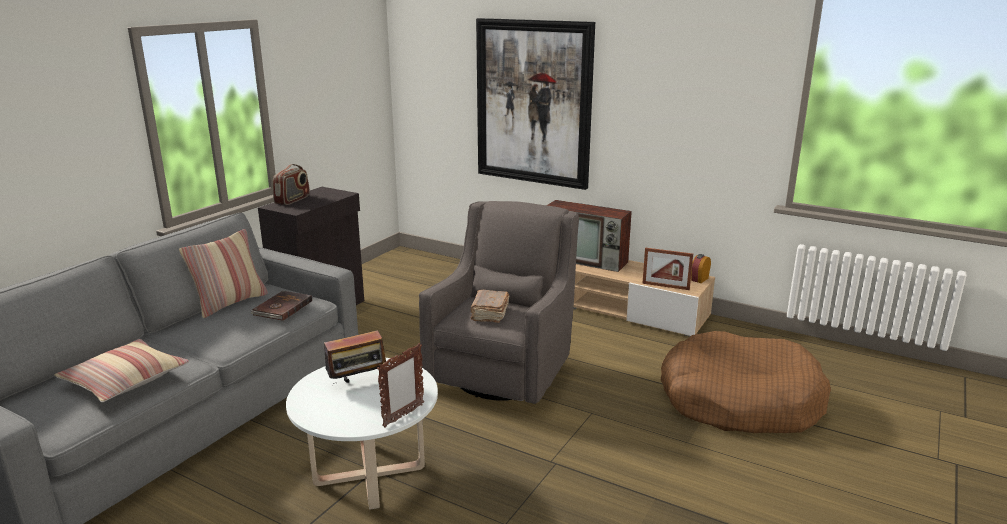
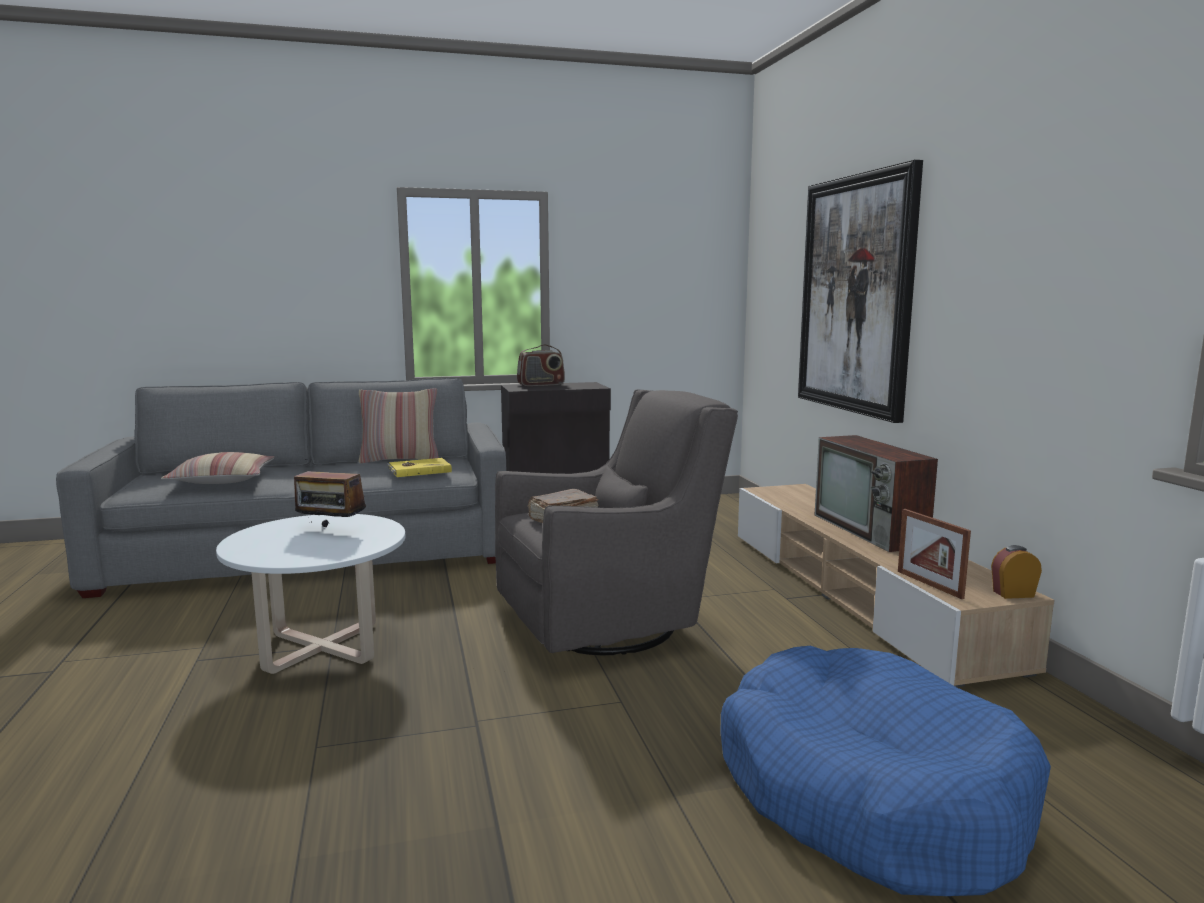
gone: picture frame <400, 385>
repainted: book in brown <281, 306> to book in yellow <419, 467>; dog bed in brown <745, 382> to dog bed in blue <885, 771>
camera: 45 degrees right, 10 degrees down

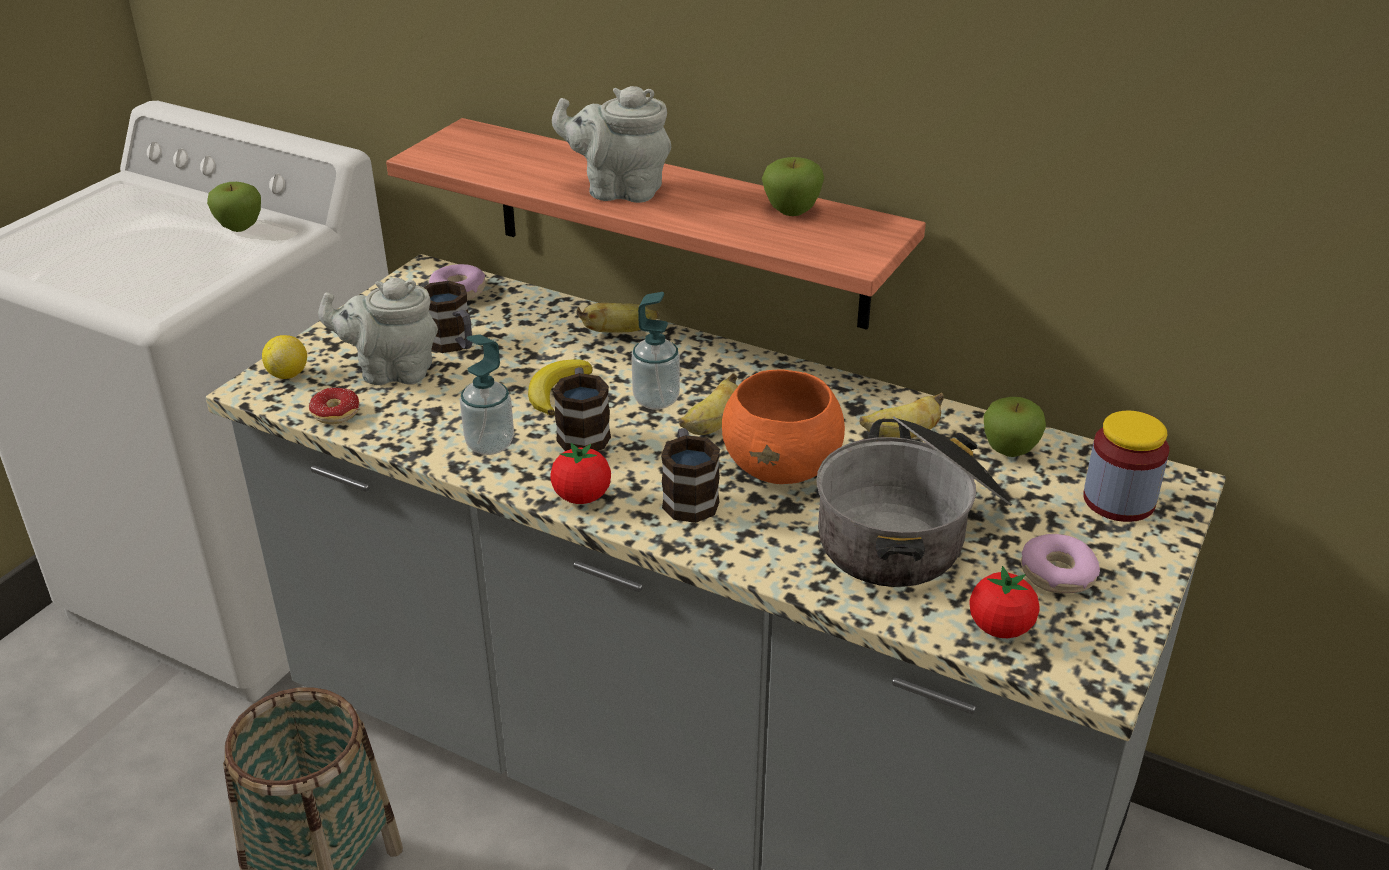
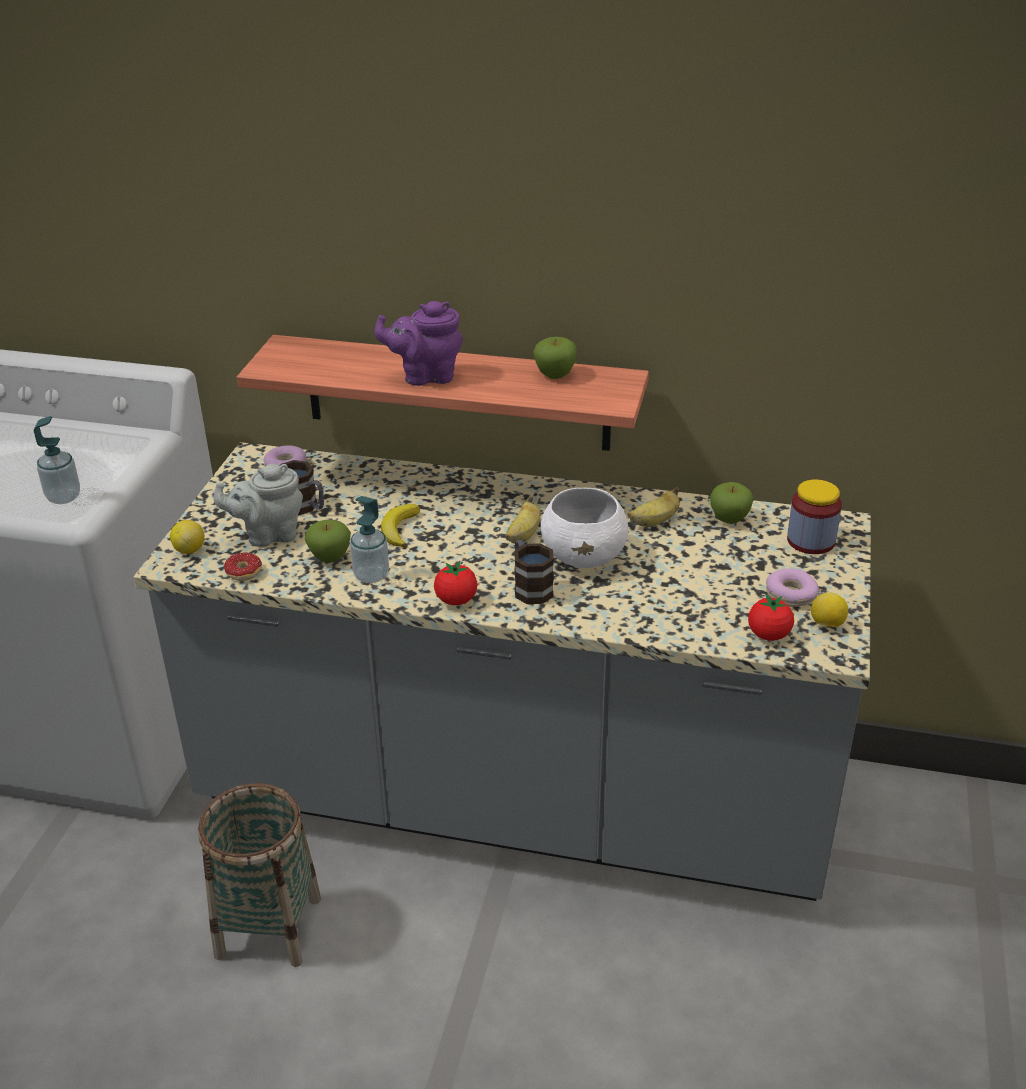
gone: mug <582, 409>; banana <617, 318>; cooking pot <914, 502>
new: lemon <829, 610>
shifted: apple <234, 207> to <328, 541>; soap dispenser <656, 351> to <57, 460>
repainted: teapot in grey <611, 144> to teapot in purple <418, 343>; bowl in orange <783, 427> to bowl in white <584, 528>
camera: 15 degrees left, 0 degrees up

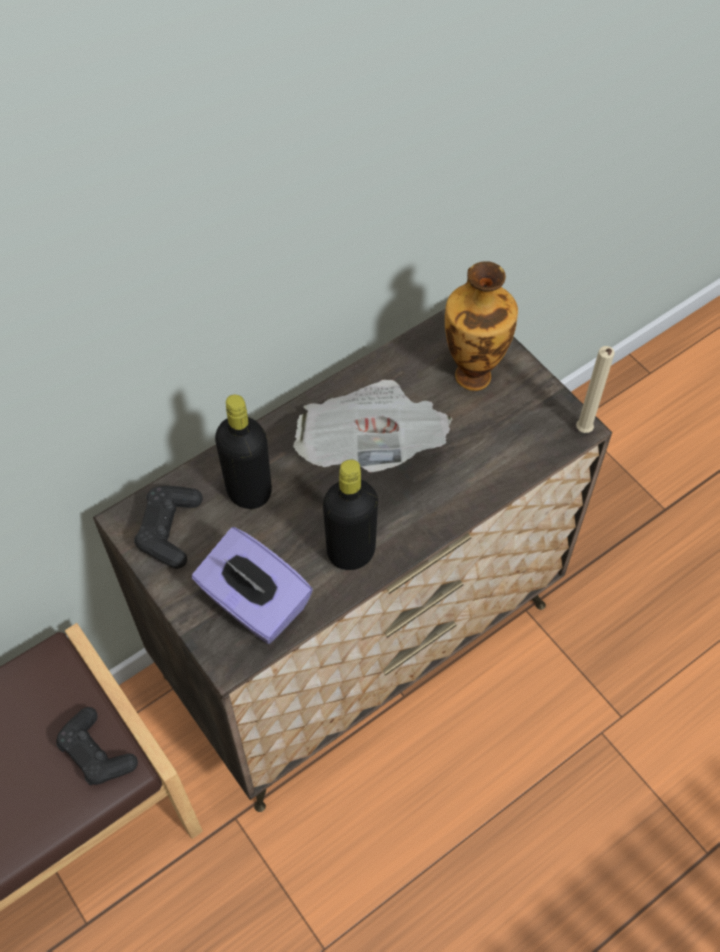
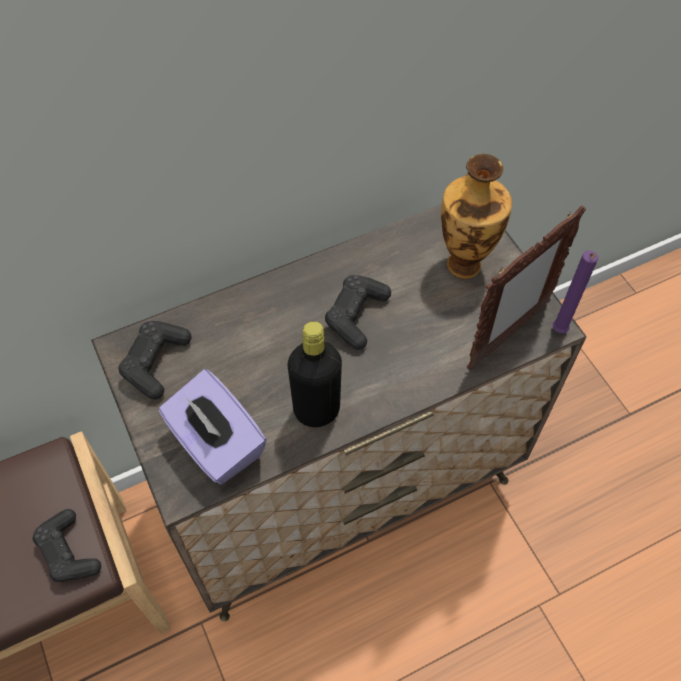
gone: bottle in black <243, 452>
new: picture frame <526, 287>
swapped: newspaper <373, 426> to game controller in black <358, 312>
repainted: candle in beige <595, 389> to candle in purple <575, 291>
camera: 10 degrees right, 0 degrees up

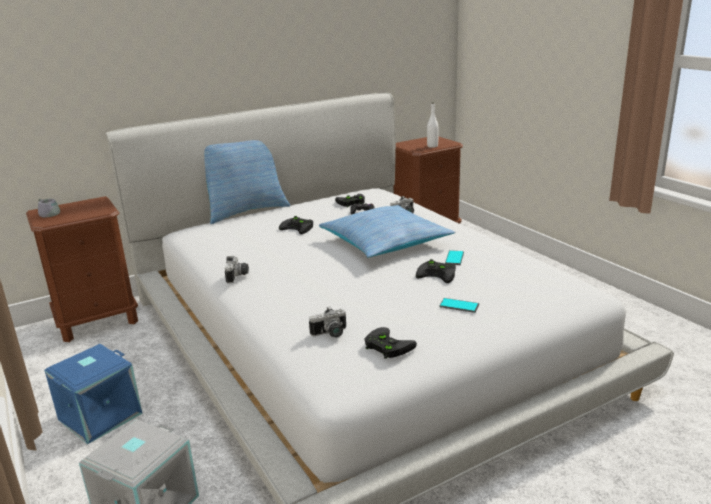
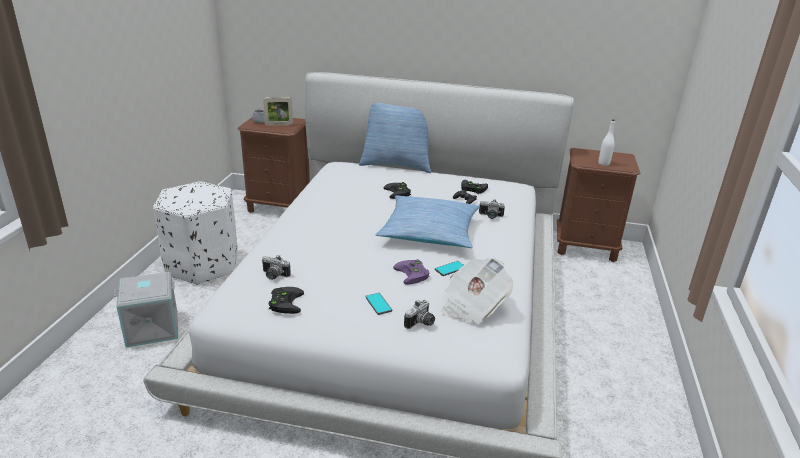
new: picture frame <278, 111>; newspaper <477, 290>
shifted: photo camera <237, 270> to <419, 314>
swapped: storage box in blue <93, 394> to ottoman in white <195, 233>
repainted: game controller in black <436, 271> to game controller in purple <411, 272>
camera: 40 degrees right, 5 degrees up

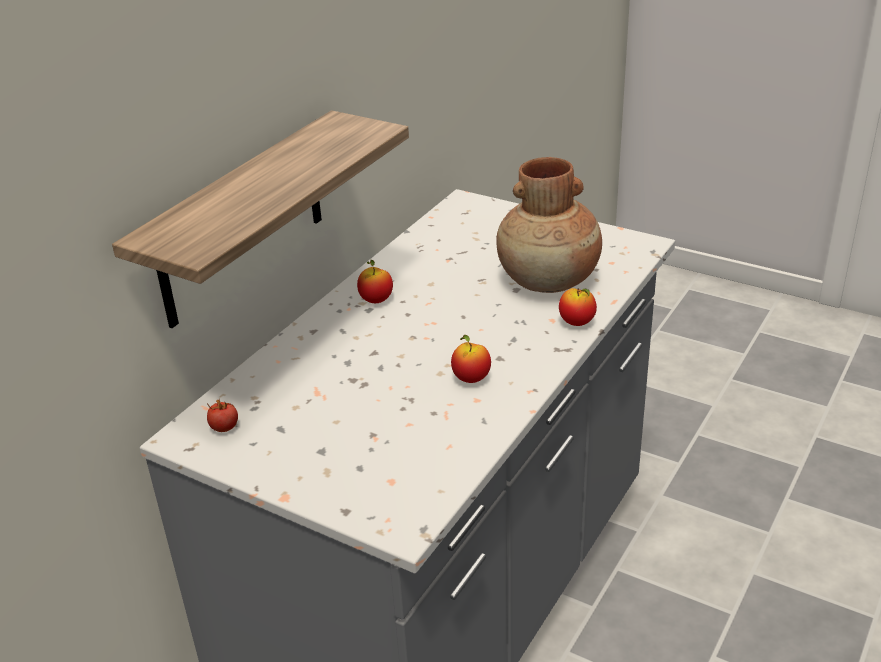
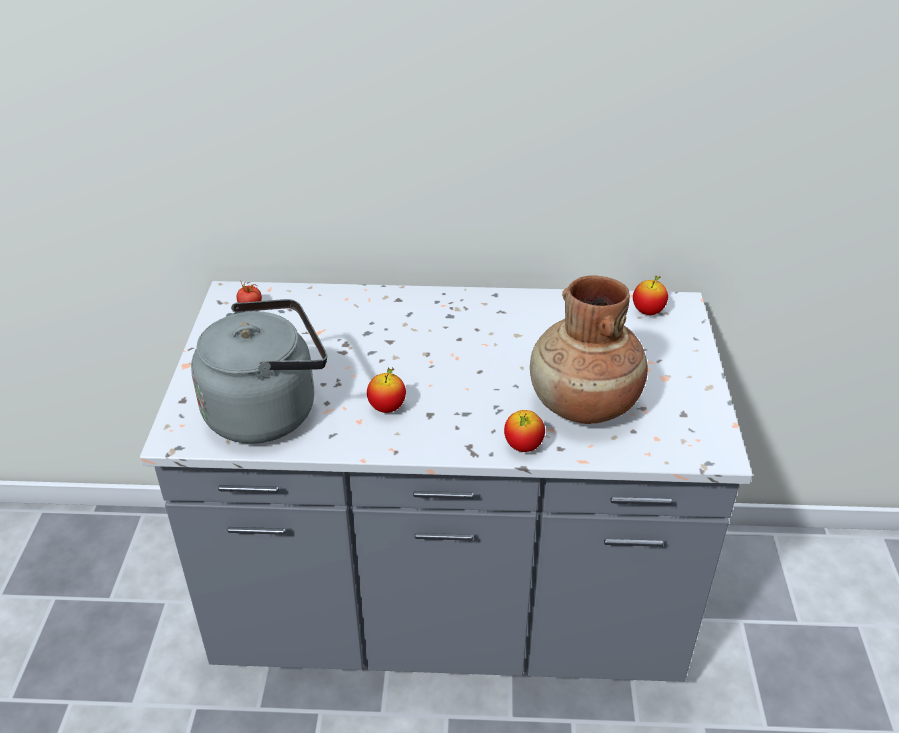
gone: shelf <260, 219>
new: kettle in grey <259, 371>
shifted: apple <375, 281> to <650, 295>
camera: 60 degrees right, 5 degrees up

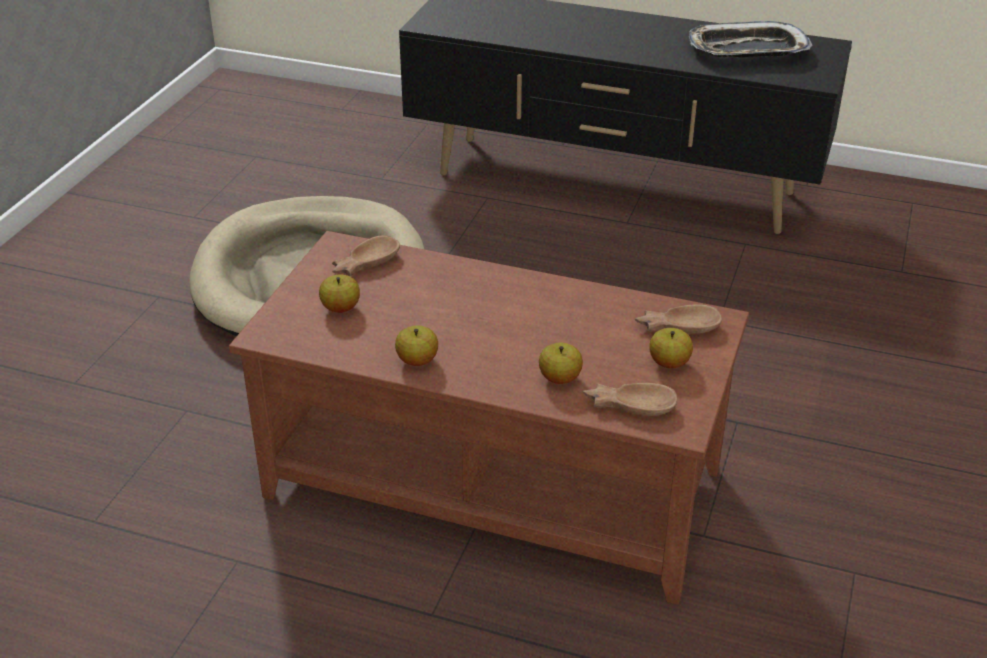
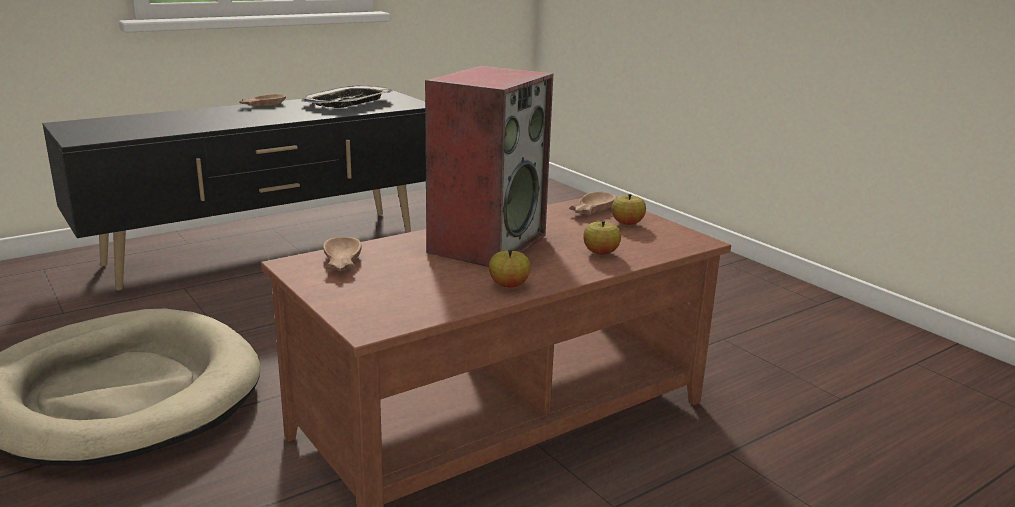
gone: apple <339, 294>
new: speaker <489, 166>
shifted: bowl in brown <630, 399> to <262, 100>
camera: 55 degrees left, 15 degrees down

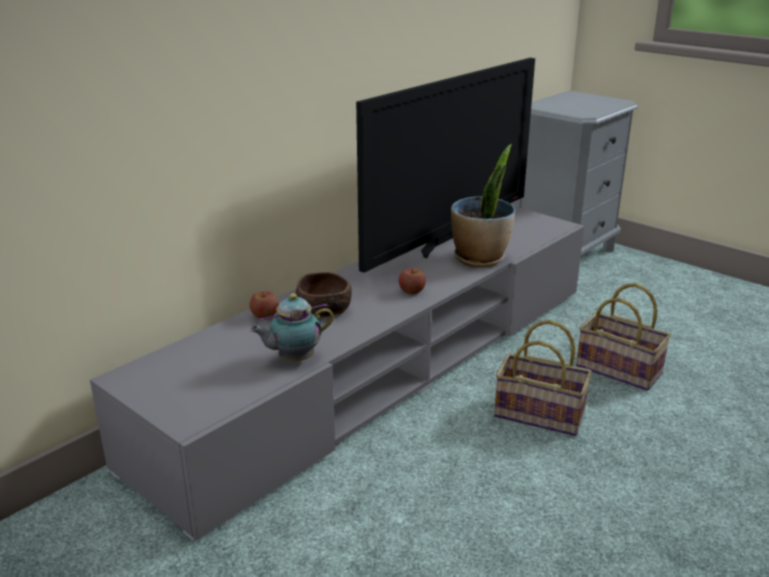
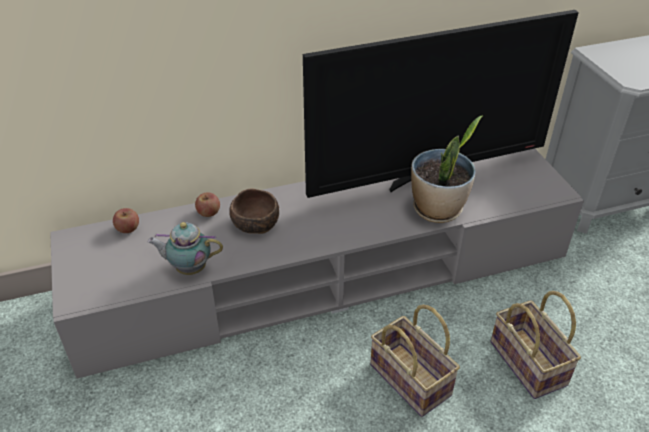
shifted: apple <412, 281> to <126, 220>
camera: 30 degrees right, 15 degrees up

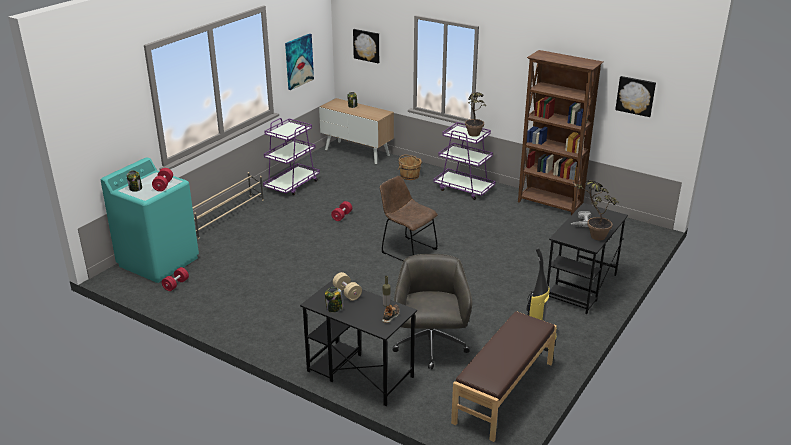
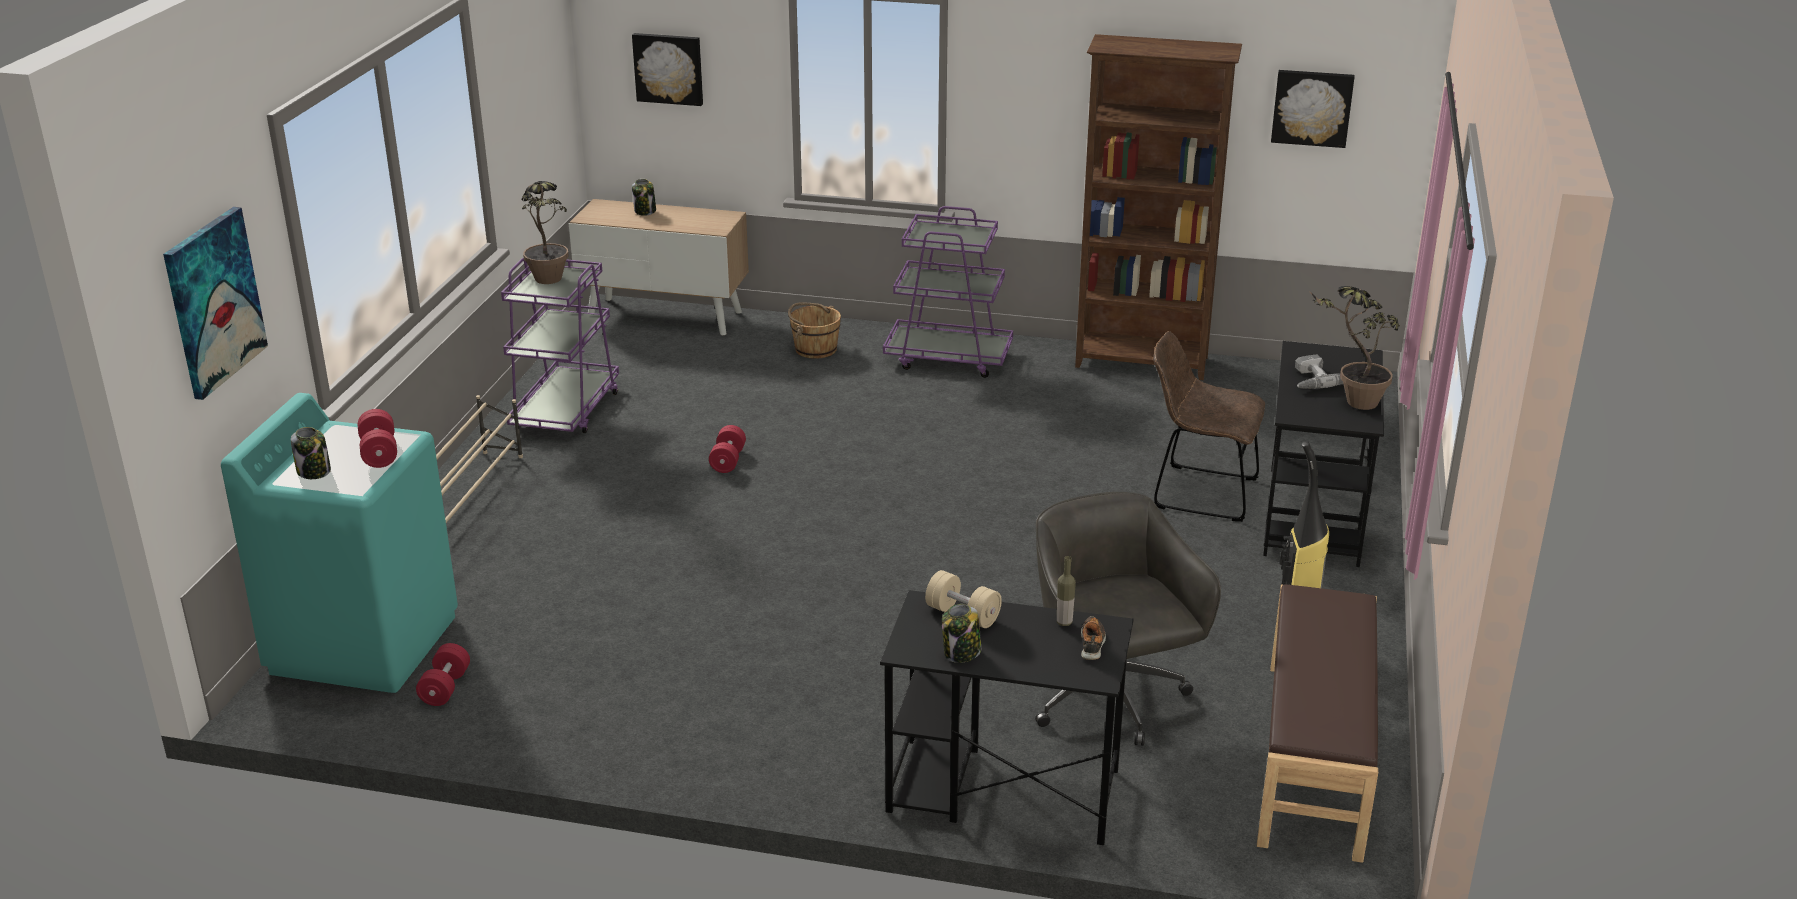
shifted: picture <299, 62> to <215, 303>; chair in brown <409, 218> to <1209, 426>; potted plant <475, 114> to <545, 232>
camera: 20 degrees left, 0 degrees up

